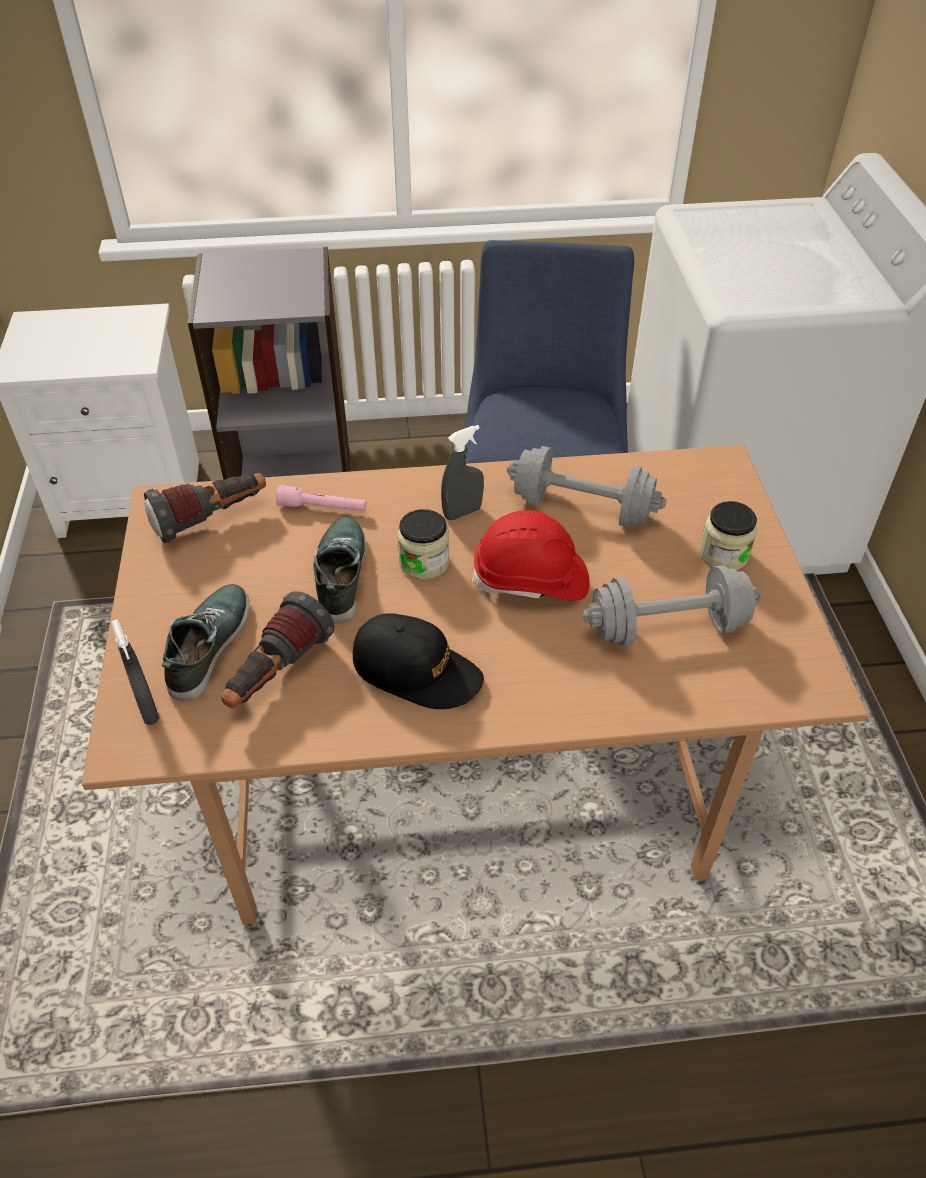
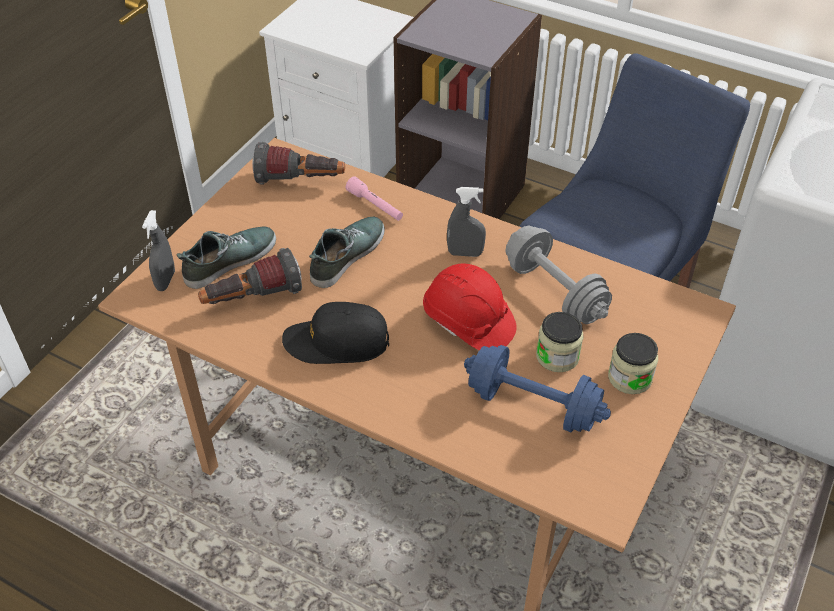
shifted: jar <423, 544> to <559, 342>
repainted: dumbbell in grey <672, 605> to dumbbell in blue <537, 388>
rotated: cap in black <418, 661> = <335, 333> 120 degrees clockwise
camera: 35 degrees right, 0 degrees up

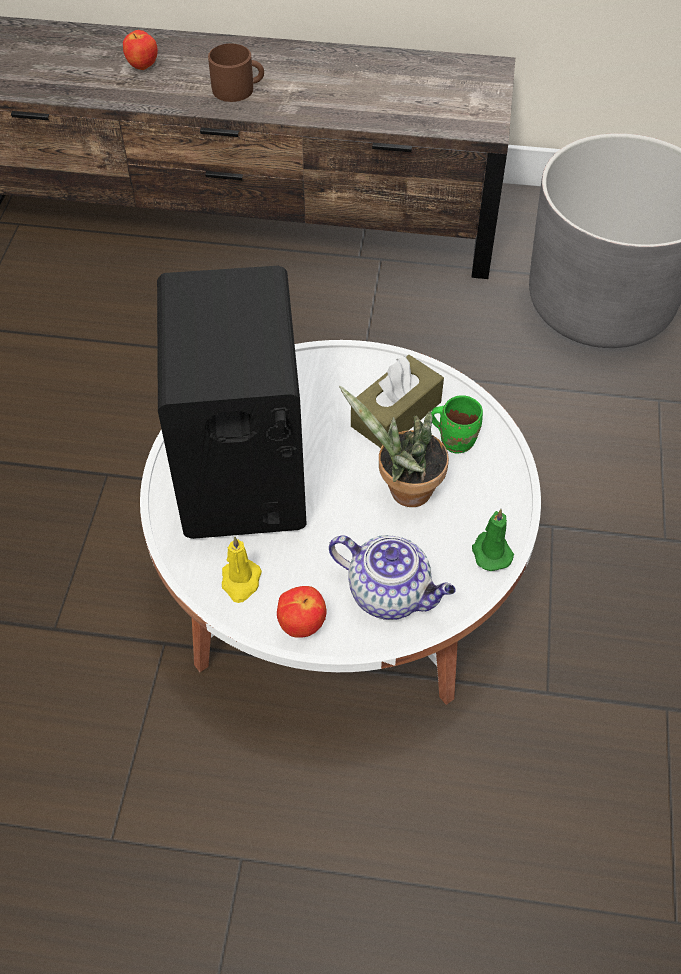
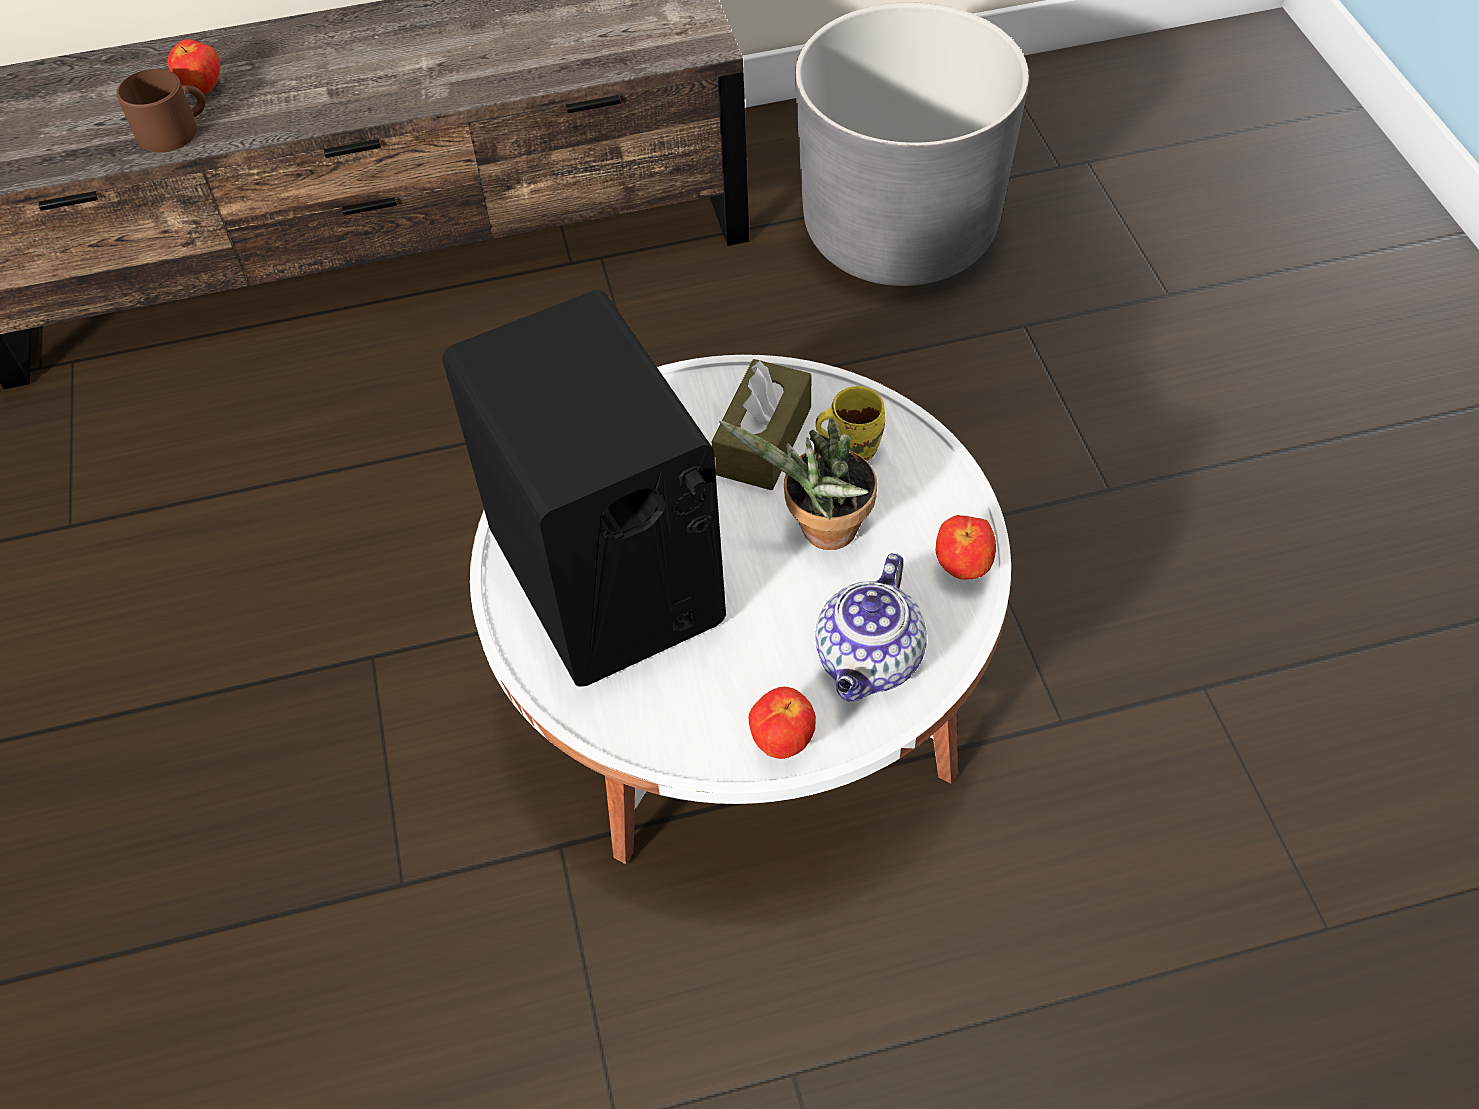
gone: candle in yellow <242, 570>
shifted: mug in brown <236, 73> to <161, 111>
swapped: candle in green <493, 540> to apple <965, 547>
repainted: mug in green <457, 424> to mug in yellow <850, 423>
rotated: teapot <392, 577> = <871, 627> 105 degrees clockwise
camera: 20 degrees left, 0 degrees up

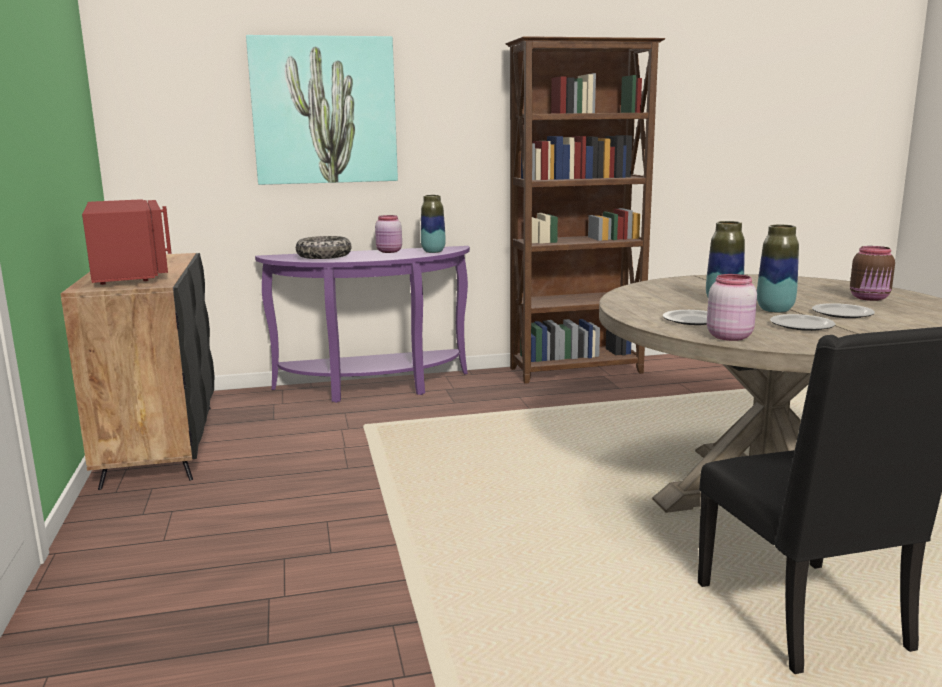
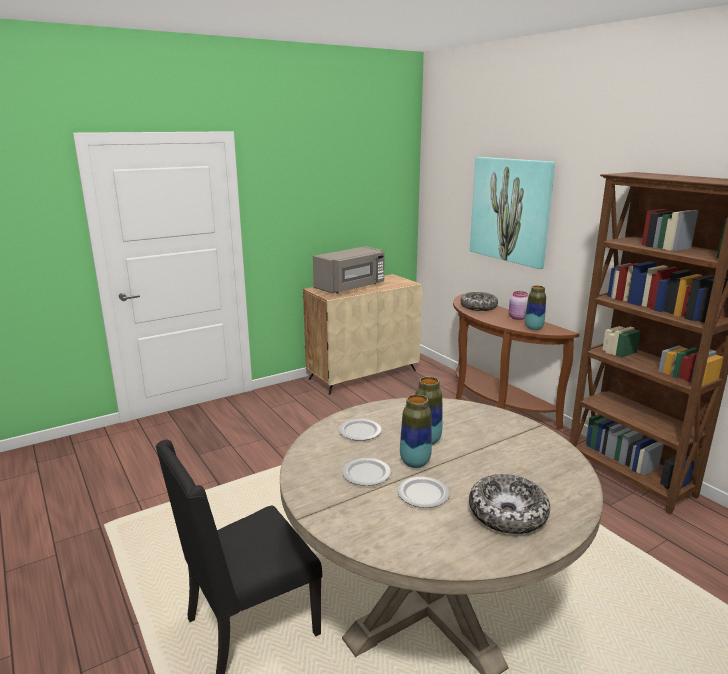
gone: jar in pink <732, 307>
swapped: jar in brown <872, 273> to bowl <509, 504>
repainted: cabinet in black <137, 371> to cabinet in beige <362, 334>; microwave in red <127, 242> to microwave in grey <349, 269>; console table in purple <362, 324> to console table in brown <516, 362>
camera: 70 degrees right, 5 degrees up

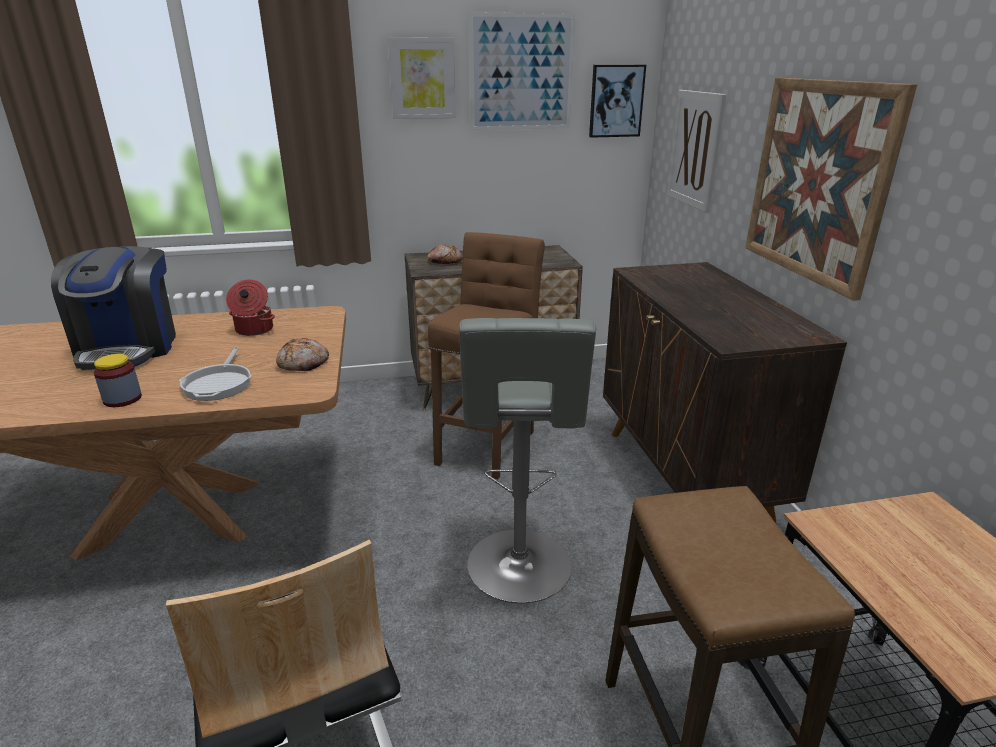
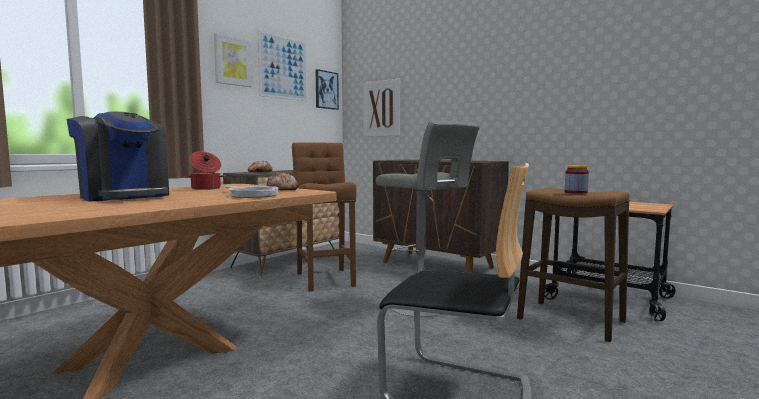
gone: picture <831, 189>
shifted: jar <118, 380> to <577, 179>
camera: 40 degrees left, 20 degrees down

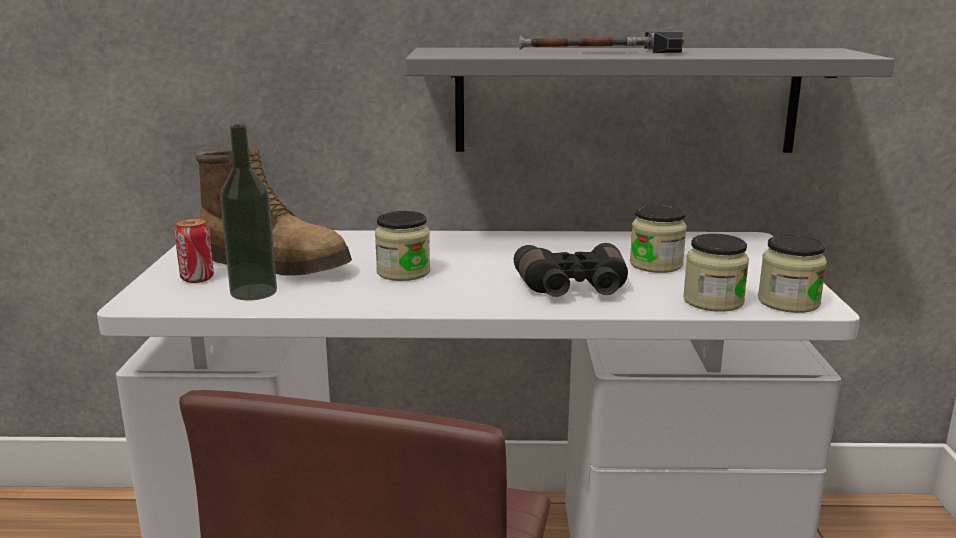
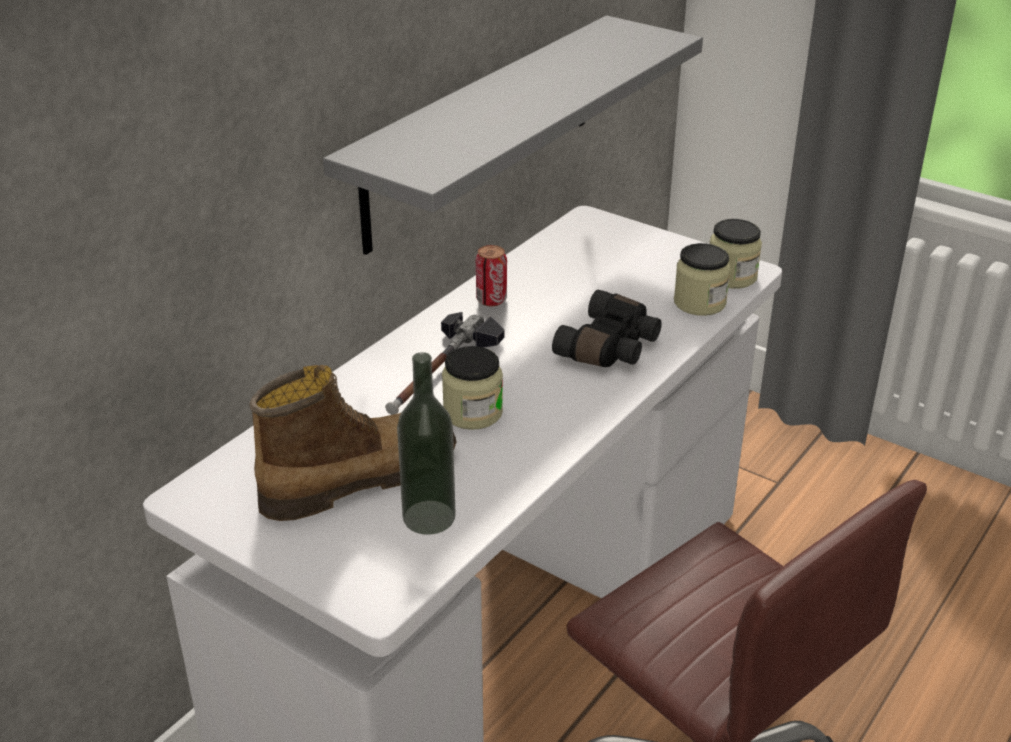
gone: jar <658, 239>
shifted: can <194, 250> to <491, 275>; hammer <601, 42> to <444, 363>
camera: 55 degrees left, 15 degrees up

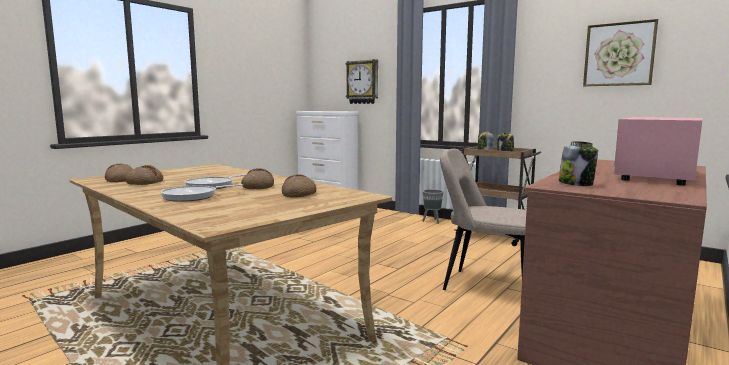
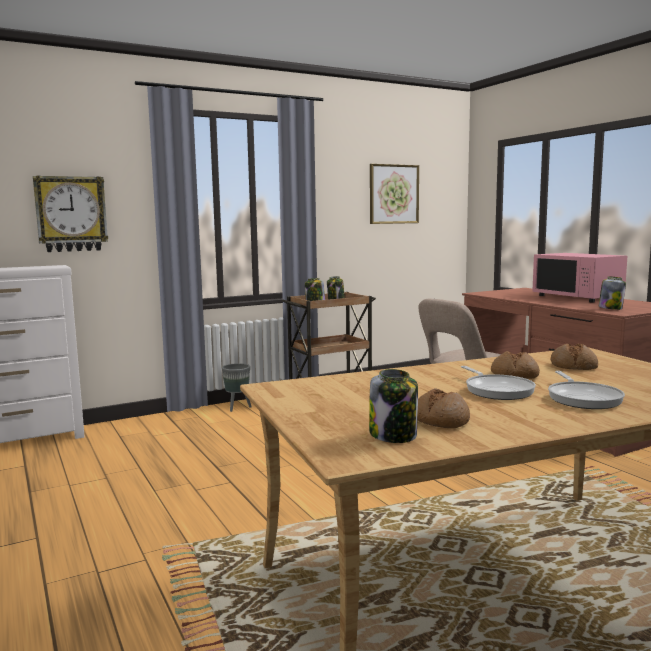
swapped: bread <119, 173> to jar <393, 406>
camera: 65 degrees left, 0 degrees up

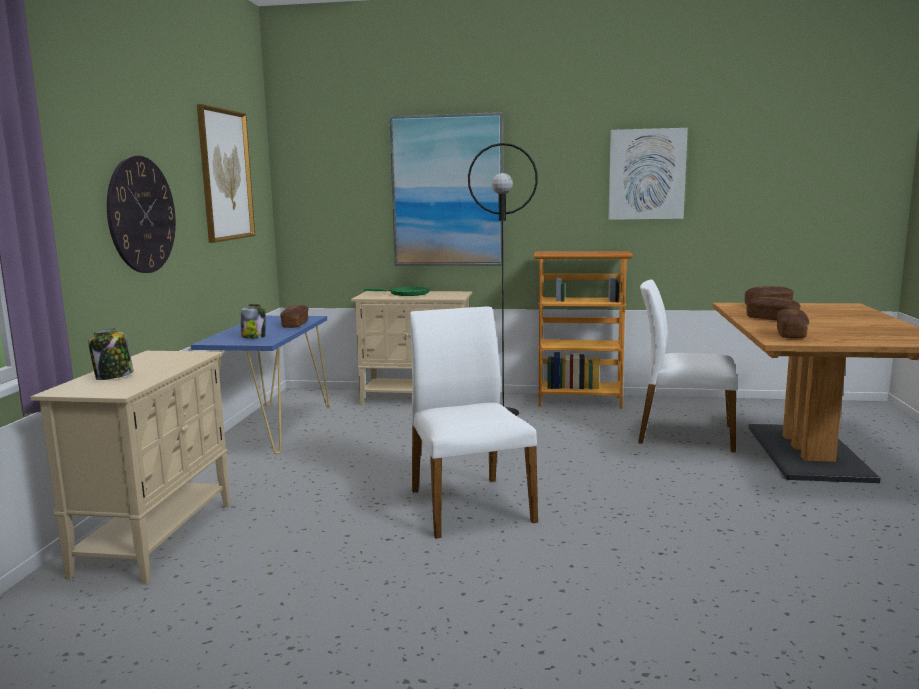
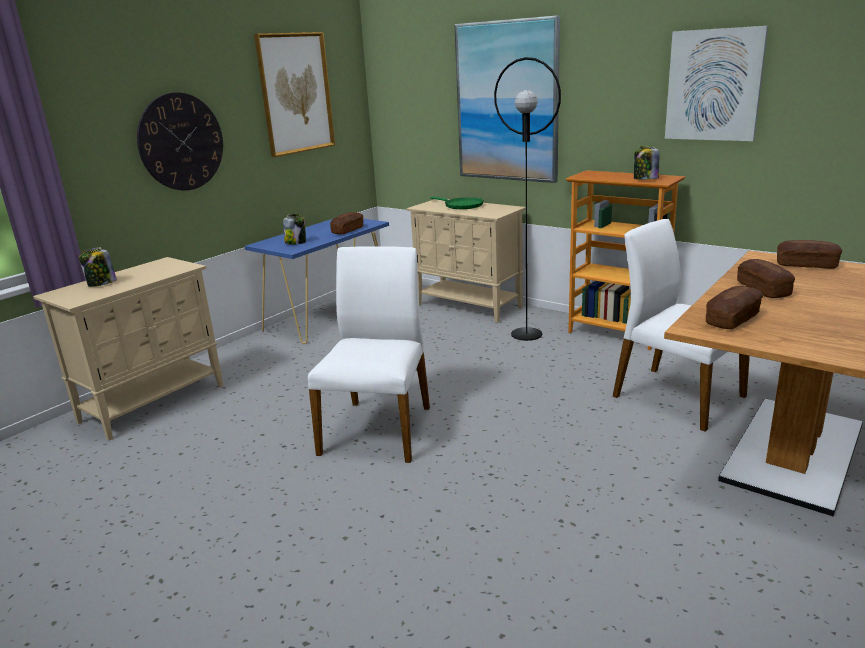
new: jar <647, 163>
camera: 30 degrees right, 10 degrees up

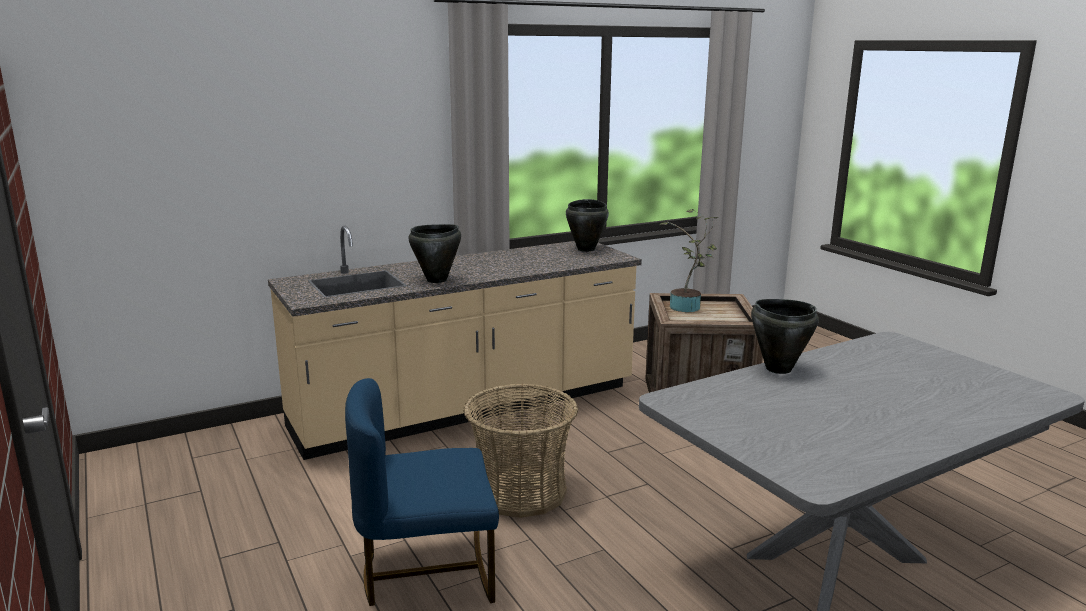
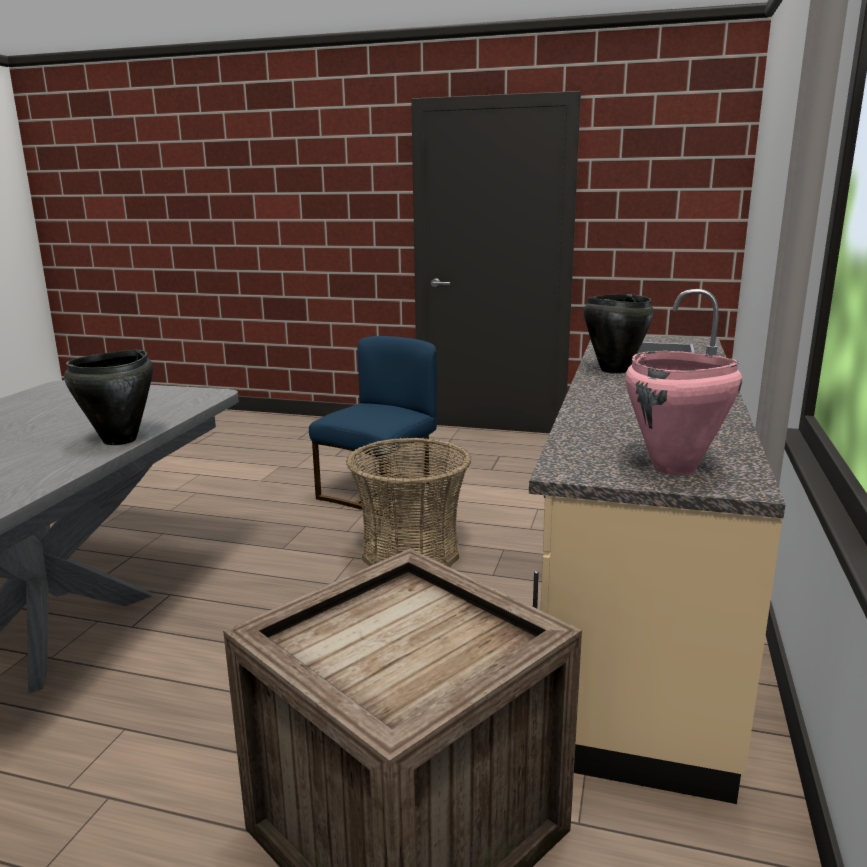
gone: potted plant <689, 260>
repainted: cooking pot in black <587, 225> to cooking pot in pink <683, 413>
camera: 135 degrees right, 0 degrees up

